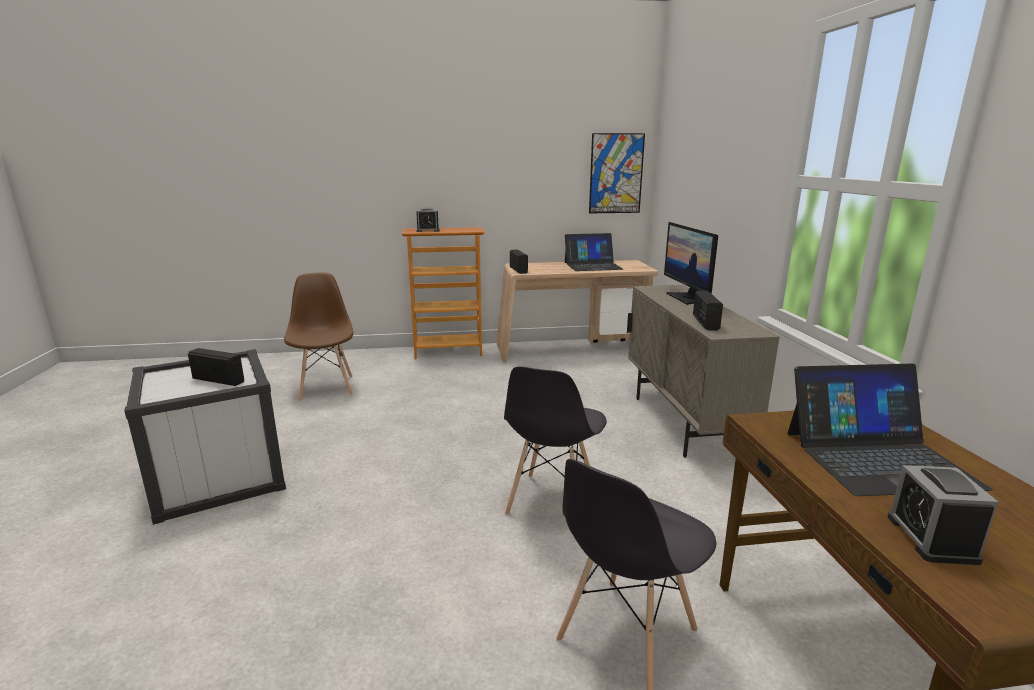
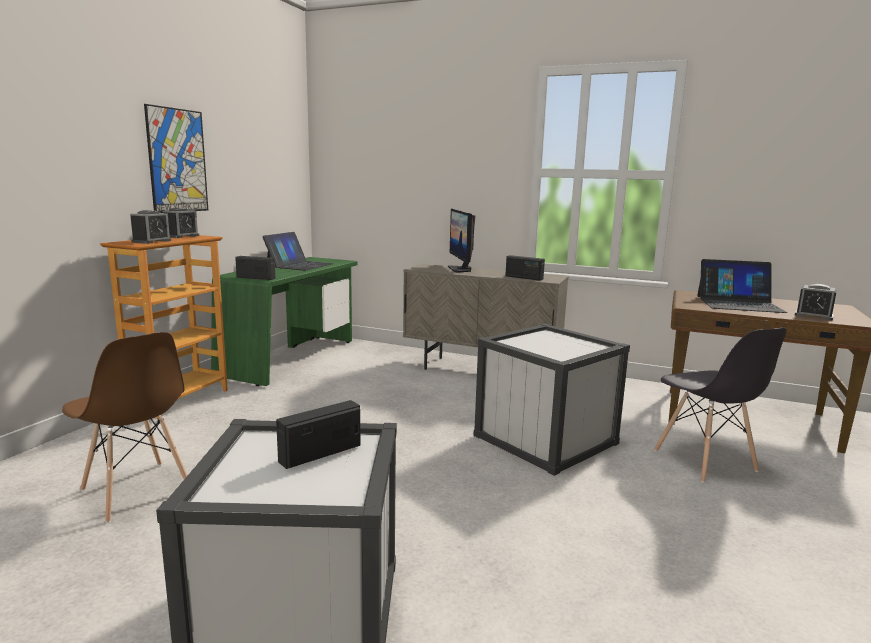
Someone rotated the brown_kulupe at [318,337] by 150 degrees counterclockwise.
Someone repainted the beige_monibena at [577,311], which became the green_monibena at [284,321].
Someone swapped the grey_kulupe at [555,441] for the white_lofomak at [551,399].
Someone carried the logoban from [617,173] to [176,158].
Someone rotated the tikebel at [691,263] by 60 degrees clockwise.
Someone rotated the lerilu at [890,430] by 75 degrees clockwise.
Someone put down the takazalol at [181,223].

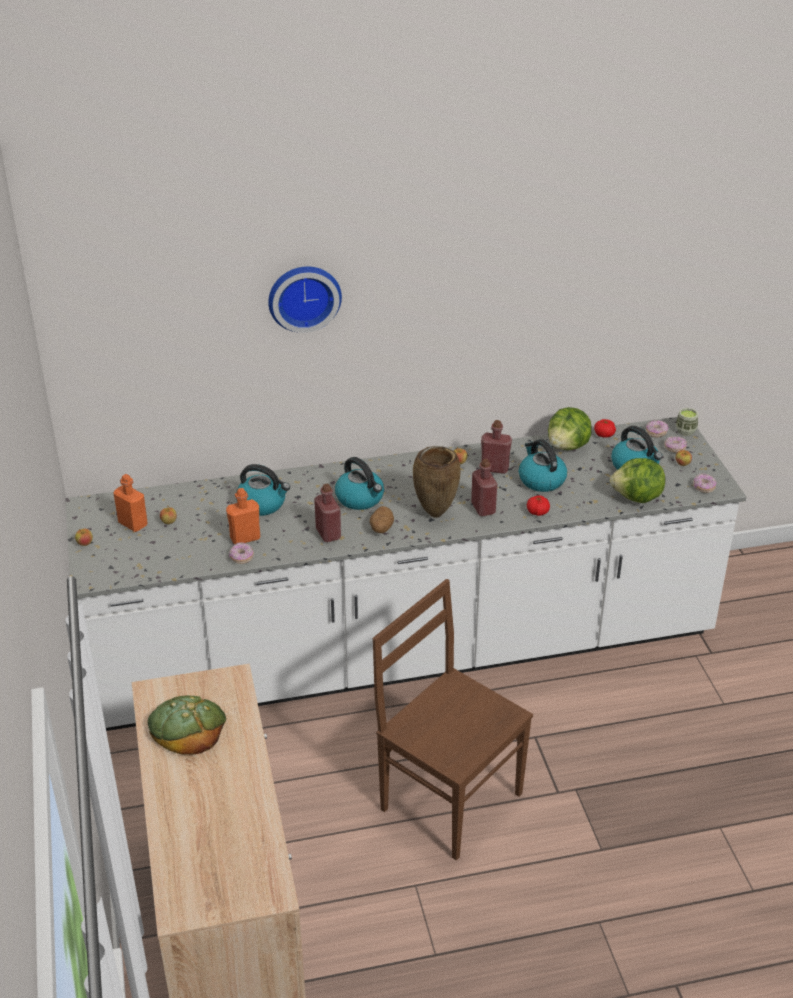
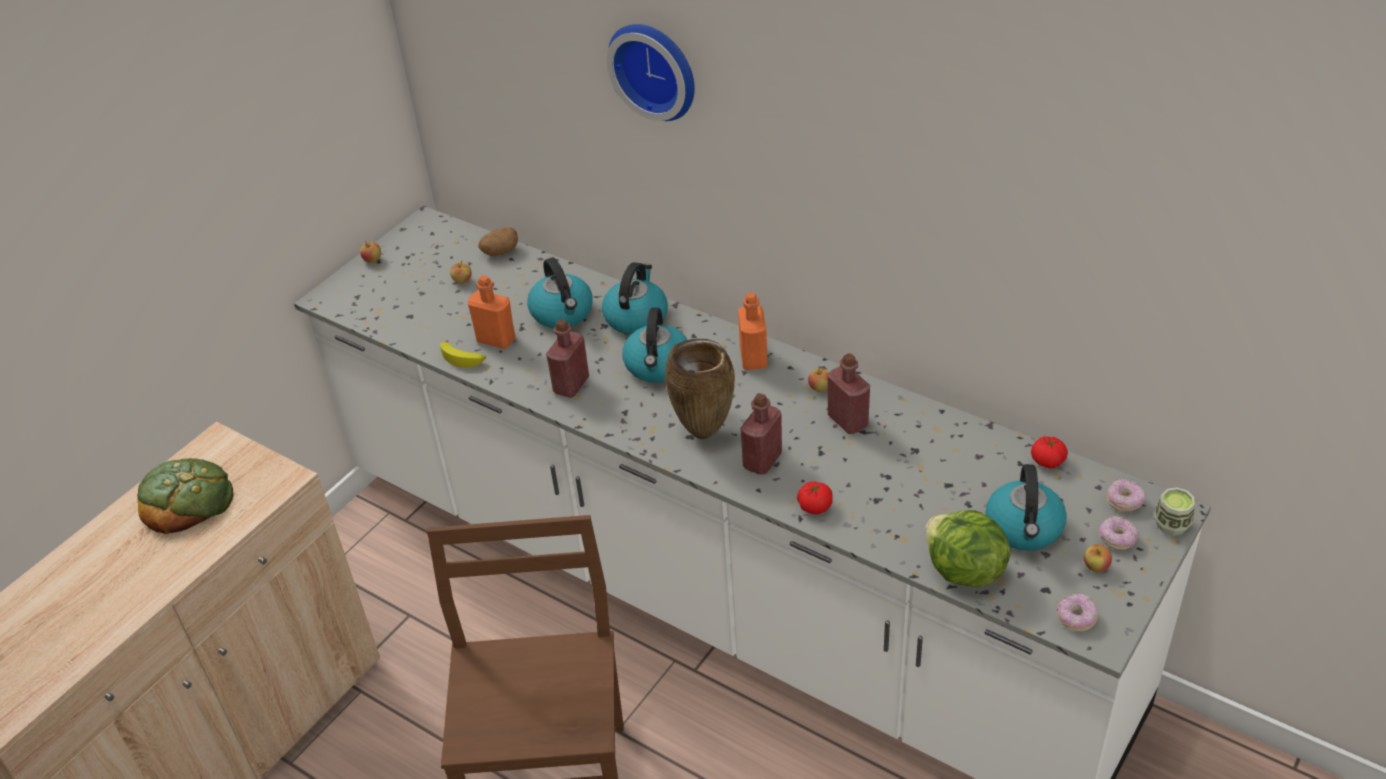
Someone carried the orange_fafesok from [130,503] to [752,331].
Someone swapped the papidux at [241,553] for the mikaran at [463,354].
Someone carried the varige from [382,519] to [498,241].
Someone carried the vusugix from [543,465] to [635,298].
Someone took away the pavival at [569,428].

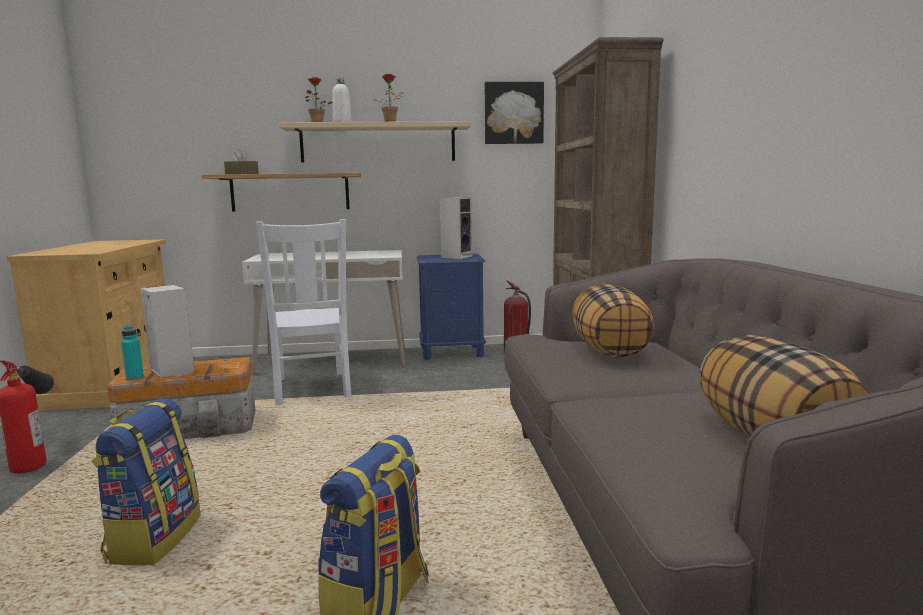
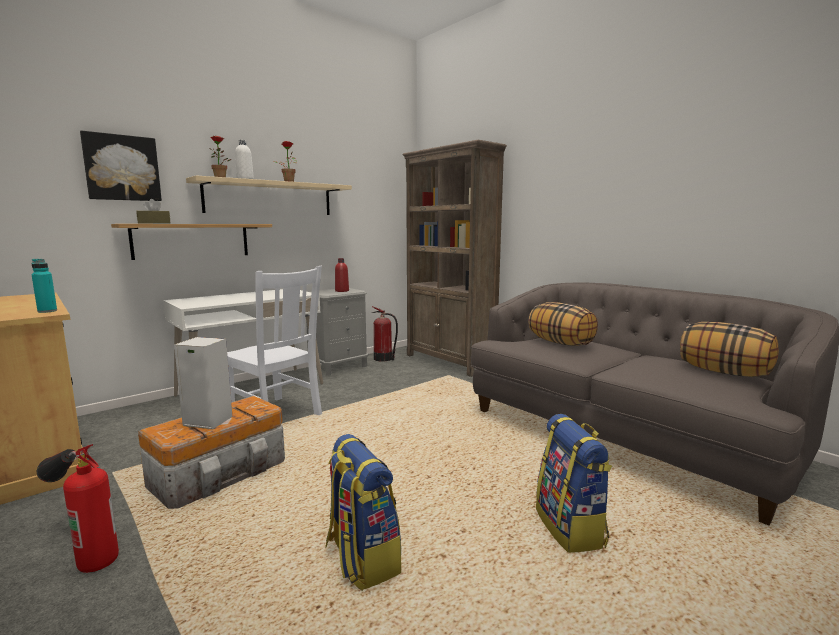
Someone carried the turquoise_fafesok from [132,353] to [44,286].
Someone repainted the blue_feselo at [451,307], which became the grey_feselo at [337,332].
Someone swapped the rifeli at [456,228] for the red_fafesok at [342,275].
Someone carried the logoban from [514,113] to [121,166].

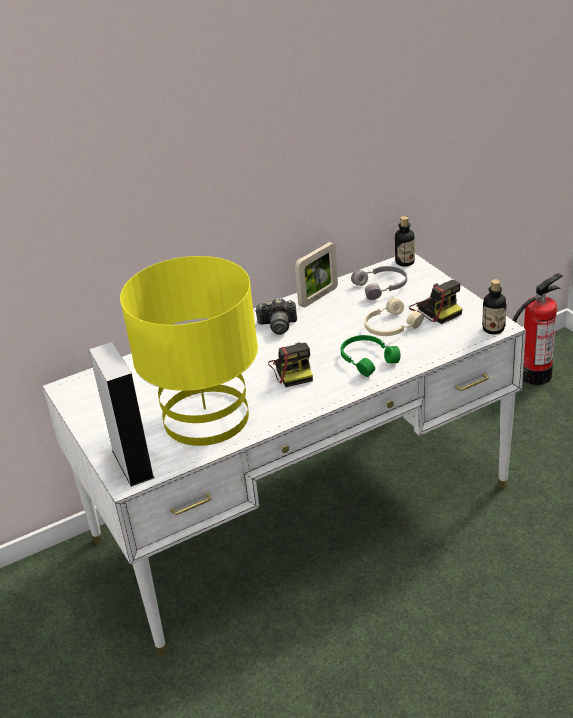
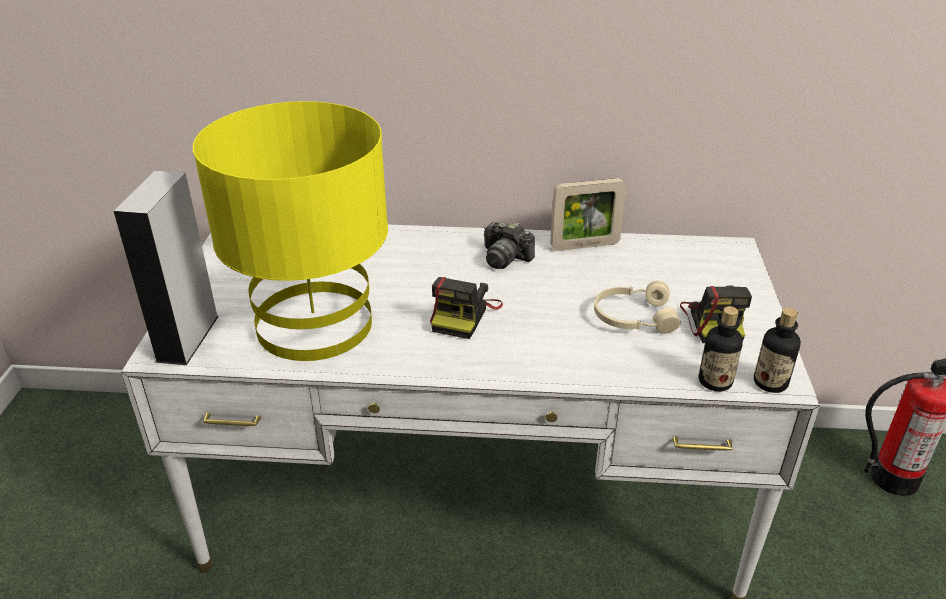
Someone took away the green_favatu at [371,356].
Someone took away the grey_favatu at [379,283].
Someone carried the fafesok from [405,241] to [721,349].

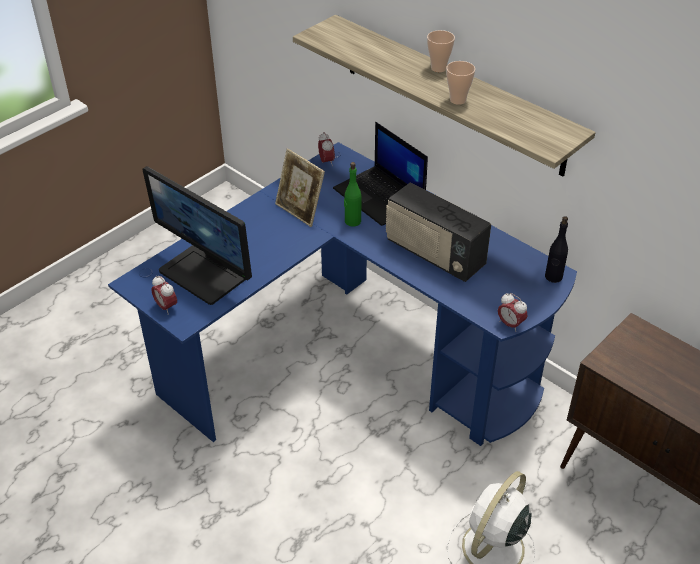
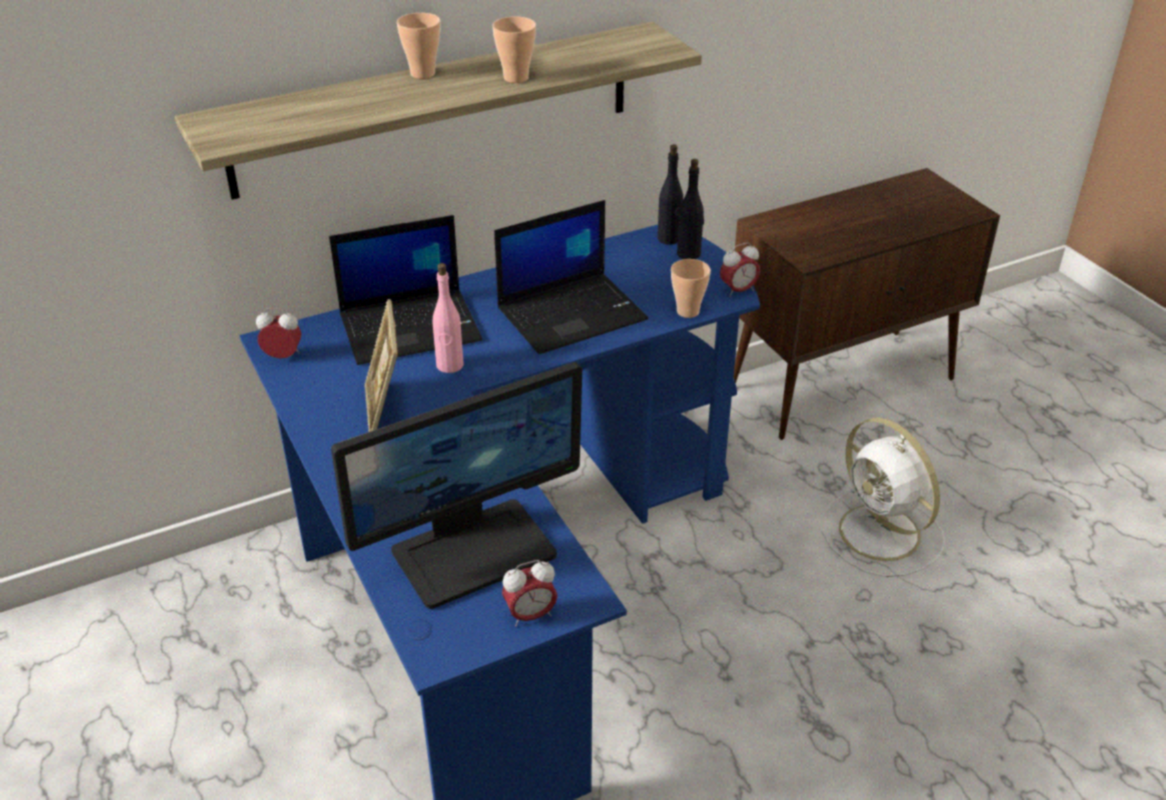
Someone rotated the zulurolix at [300,188] by 105 degrees clockwise.
Someone repainted the green_fafesok at [352,194], which became the pink_fafesok at [448,318].
Someone swapped the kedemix at [438,232] for the lerilu at [571,277].
Someone put down the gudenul at [691,288].
Someone put down the black_fafesok at [690,209].

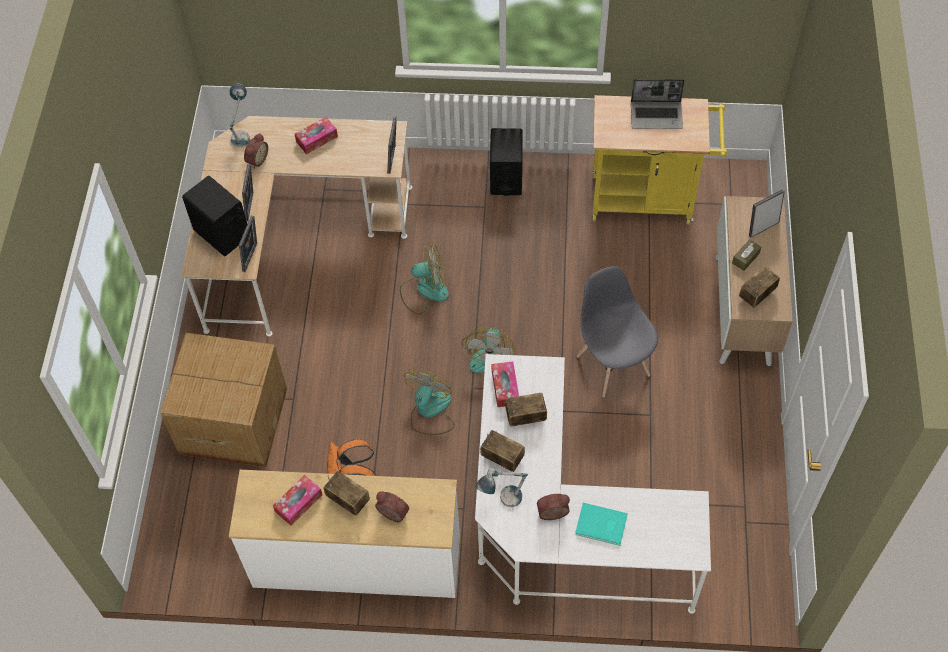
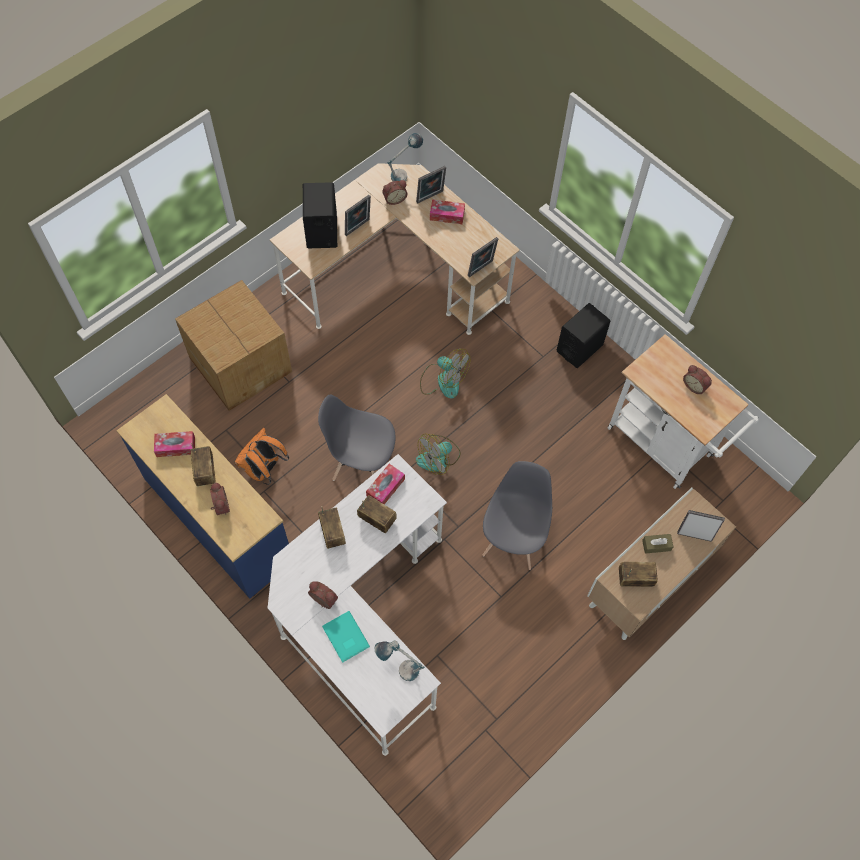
Someone repainted the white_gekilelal at [344,534], which became the blue_gekilelal at [203,496].
Someone carried the zulurolix from [248,244] to [431,185].
Someone swapped the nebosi at [429,402] for the grey_kulupe at [357,438].
Someone carried the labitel from [501,487] to [399,660].
Someone repainted the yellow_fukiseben at [659,160], which became the white_fukiseben at [683,411].
Someone swapped the lerilu at [658,104] for the takazalol at [697,379].

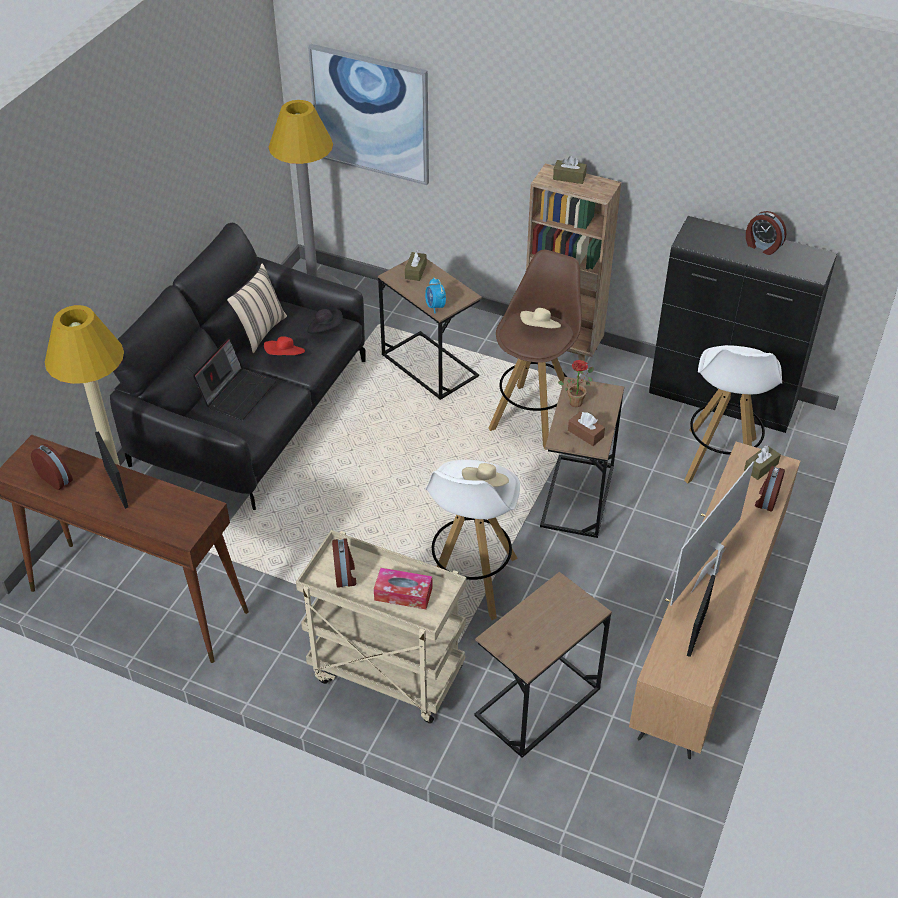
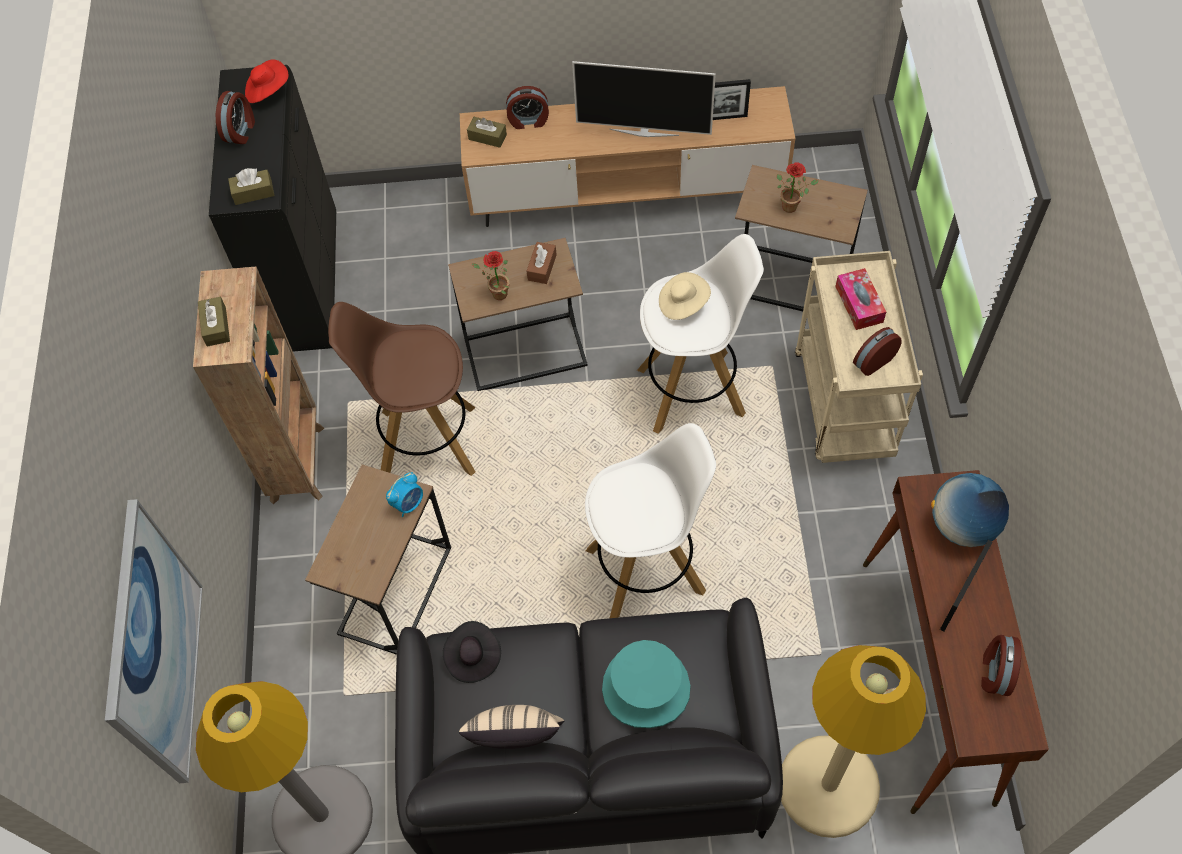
Someone swapped the lerilu at [234,378] for the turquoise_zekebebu at [646,684].
Someone carried the red_zekebebu from [284,345] to [266,81].
Someone carried the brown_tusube from [416,265] to [251,186].
Someone took away the beige_zekebebu at [540,318].
Someone carried the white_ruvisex from [733,414] to [650,520].
Someone put down the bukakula at [798,187].
Someone put down the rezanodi at [970,510].

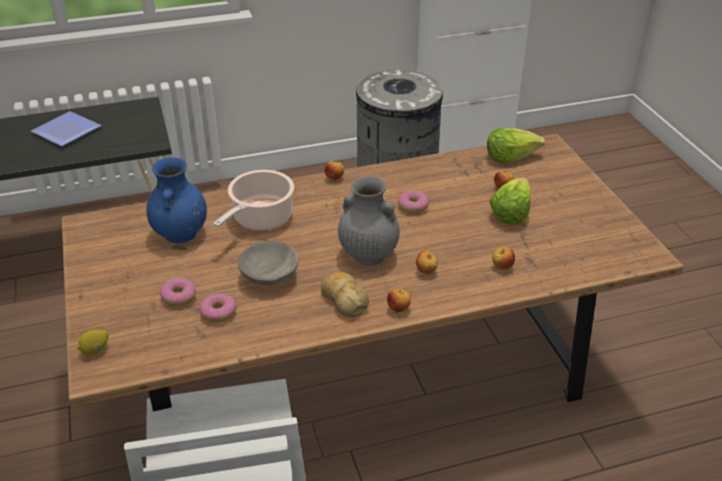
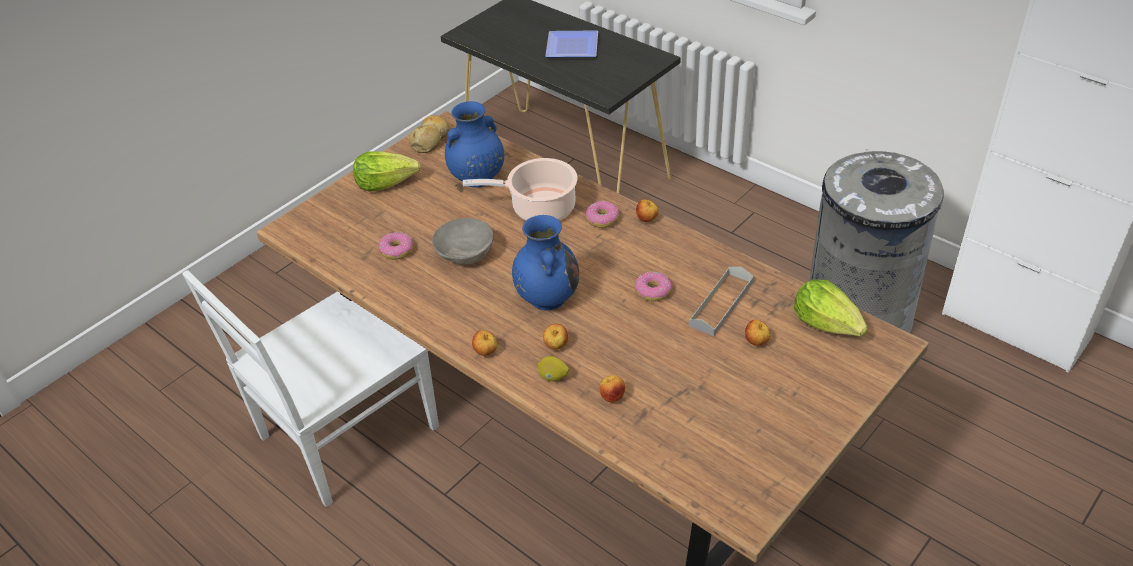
Someone carried the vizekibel from [93,342] to [553,368].
Someone carried the papidux from [178,292] to [602,214].
Someone carried the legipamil from [345,294] to [429,134].
Someone repainted the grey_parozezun at [369,220], which became the blue_parozezun at [545,262].
Someone carried the pavival from [510,201] to [387,171].
Someone put down the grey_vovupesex at [721,301].

